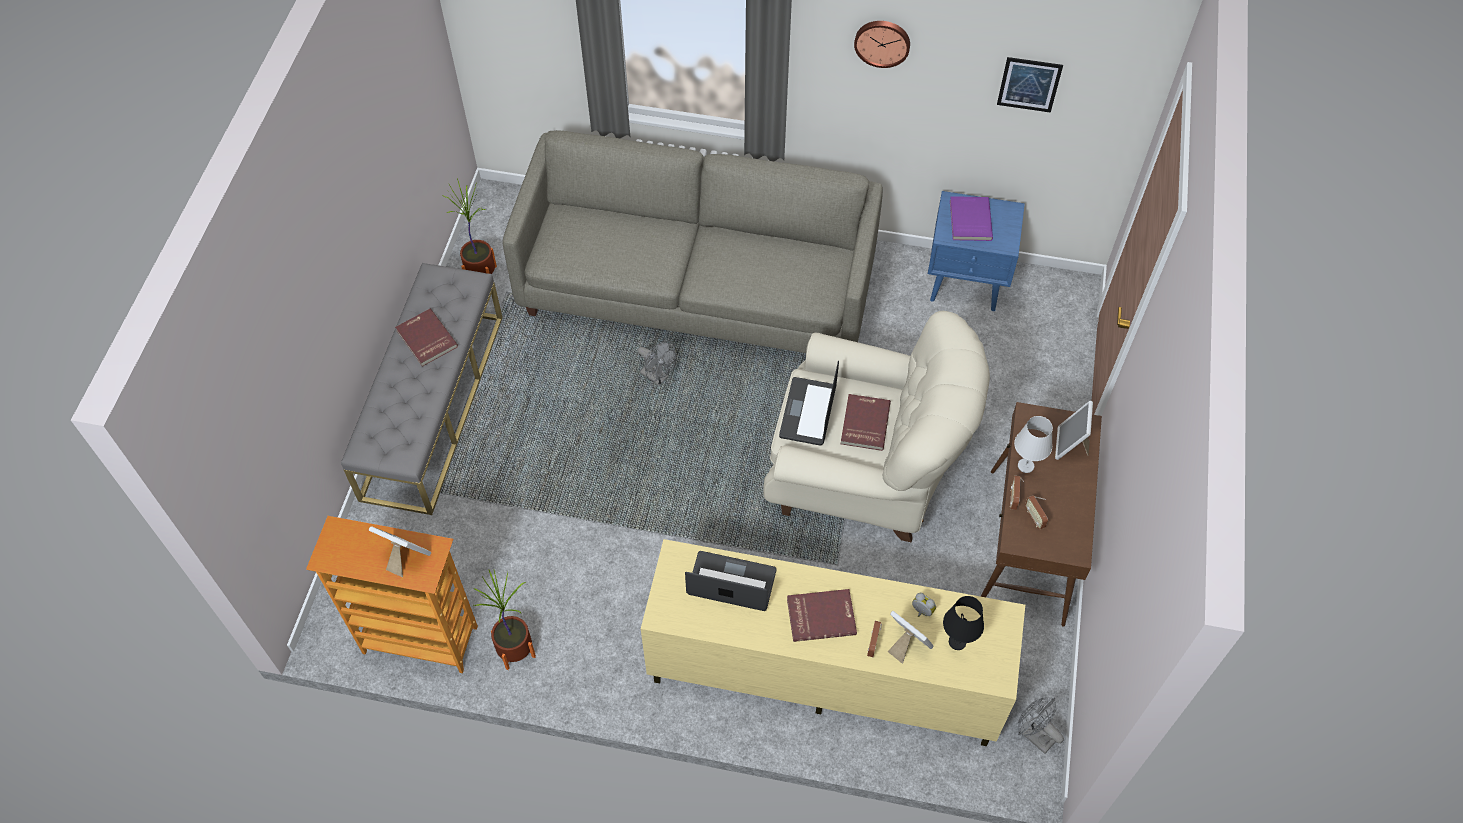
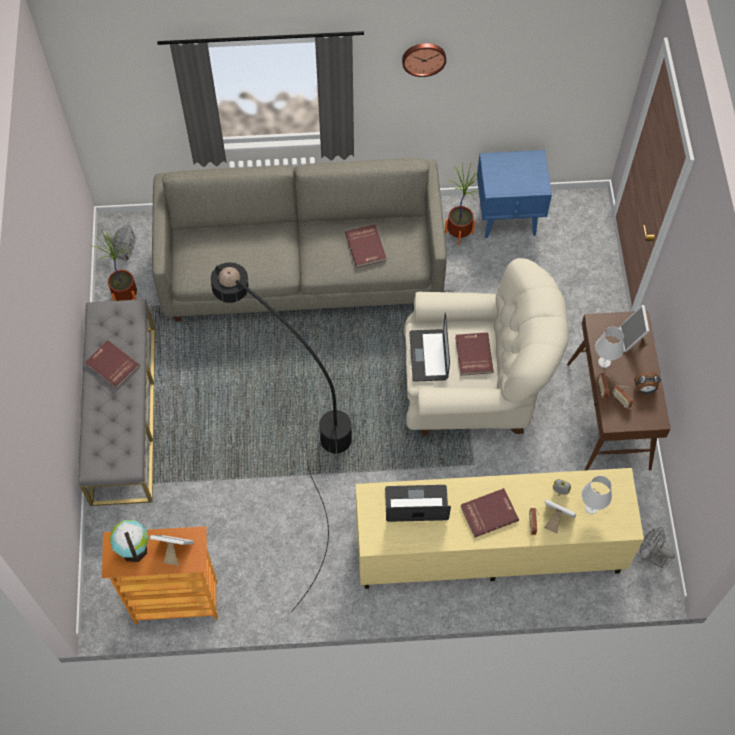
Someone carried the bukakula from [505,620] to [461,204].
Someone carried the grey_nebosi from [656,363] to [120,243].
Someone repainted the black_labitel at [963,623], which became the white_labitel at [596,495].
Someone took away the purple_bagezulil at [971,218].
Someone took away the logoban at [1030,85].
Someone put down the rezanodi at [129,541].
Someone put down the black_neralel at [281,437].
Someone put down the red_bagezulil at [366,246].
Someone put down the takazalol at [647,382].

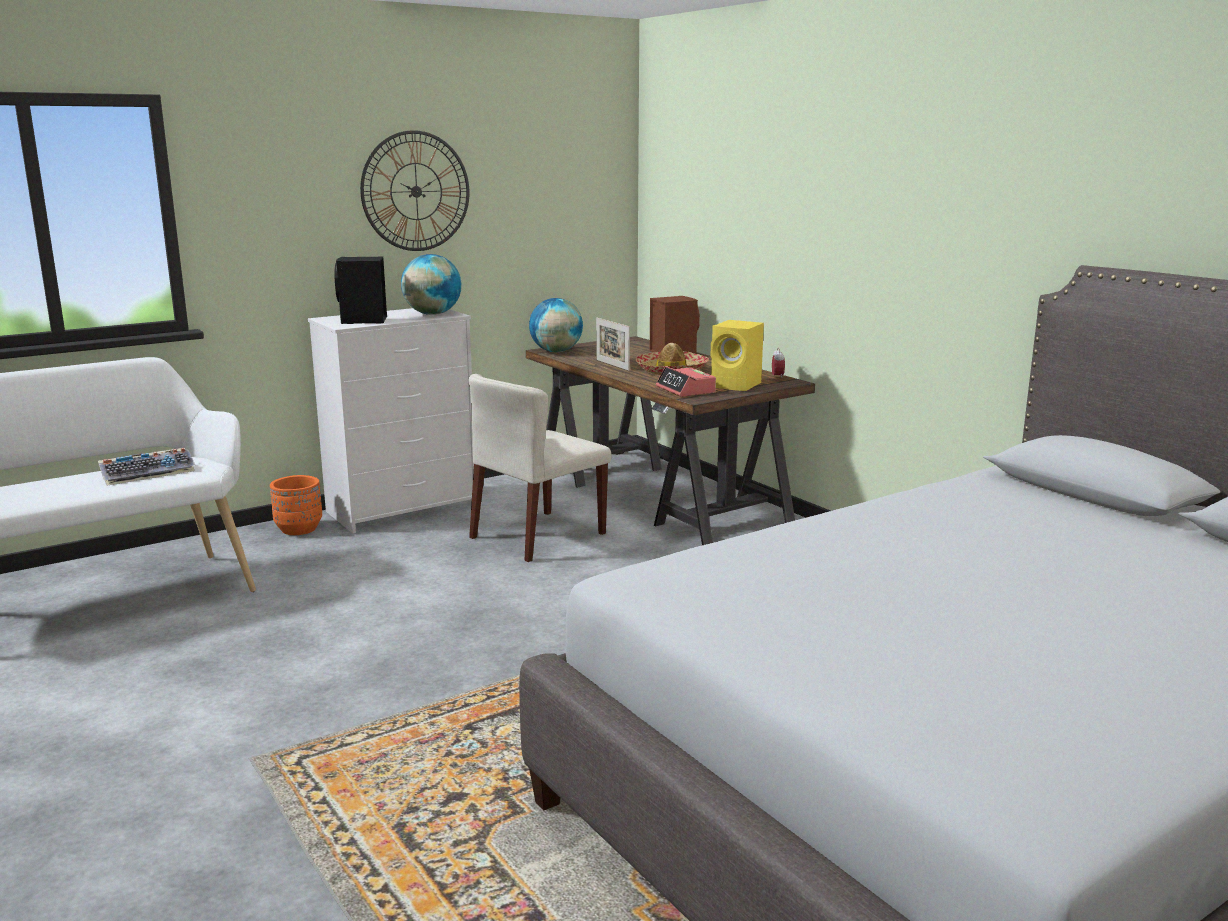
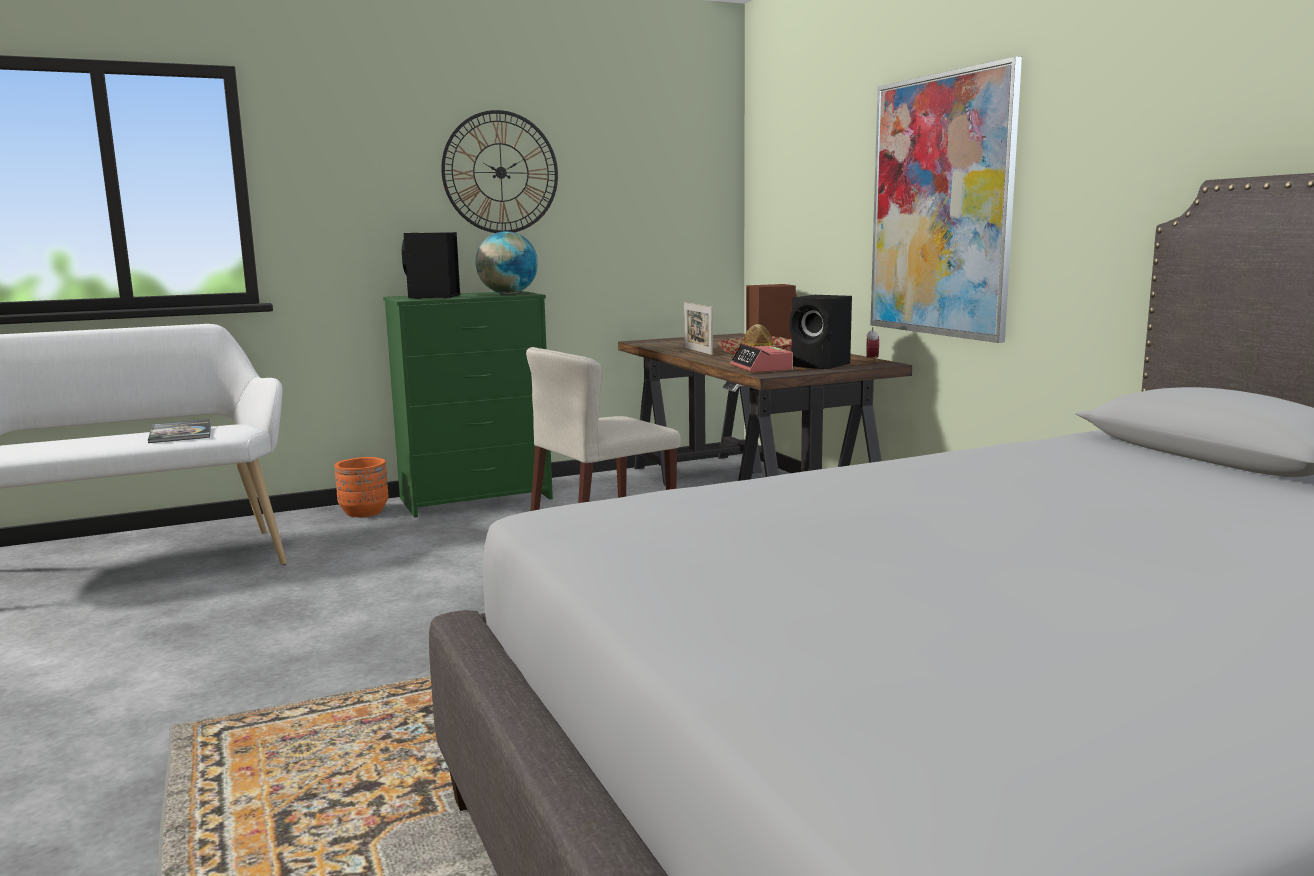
Someone swapped the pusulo at [146,467] for the bagezulil at [179,431].
Someone repainted the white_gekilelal at [391,420], which became the green_gekilelal at [468,404].
Someone took away the rezanodi at [556,325].
Someone repainted the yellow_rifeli at [737,355], which became the black_rifeli at [821,332].
Someone put up the logoban at [946,199].

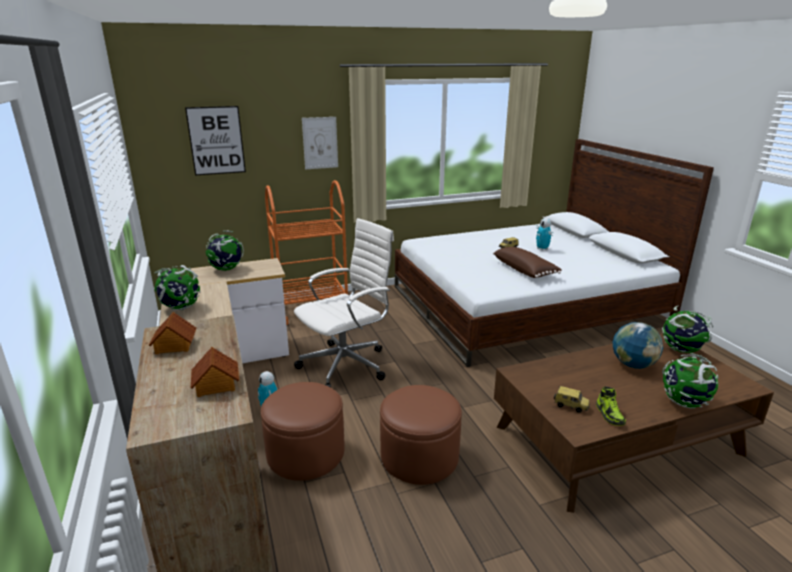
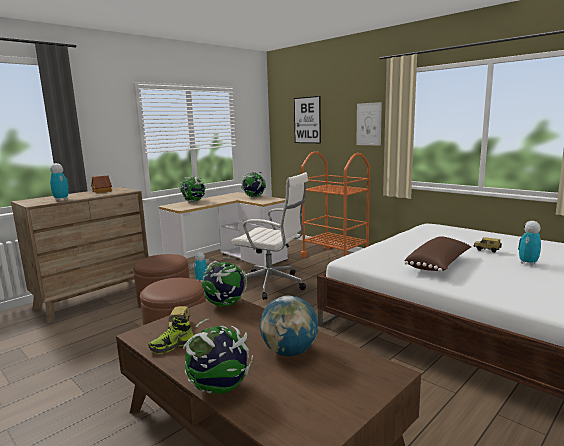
Someone swapped the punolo at [215,372] for the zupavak at [59,182].
Someone carried the rezanodi from [687,329] to [224,282].

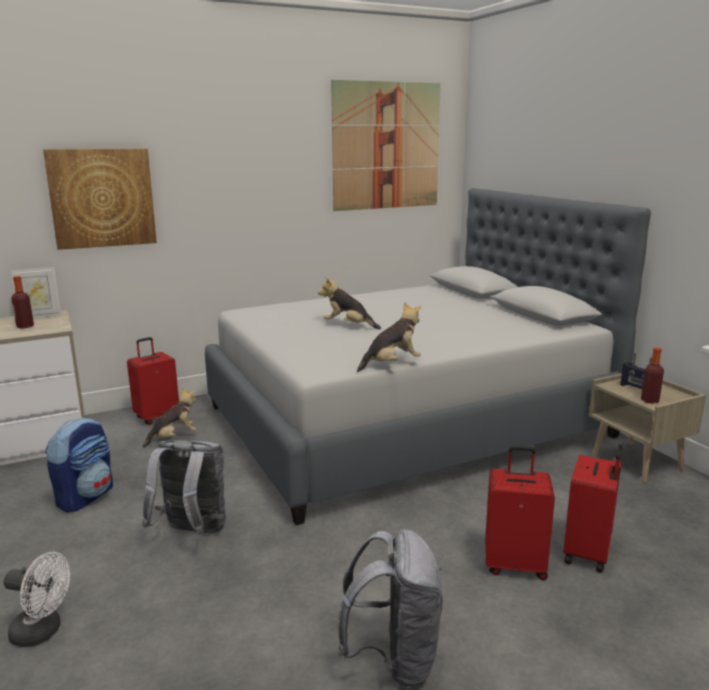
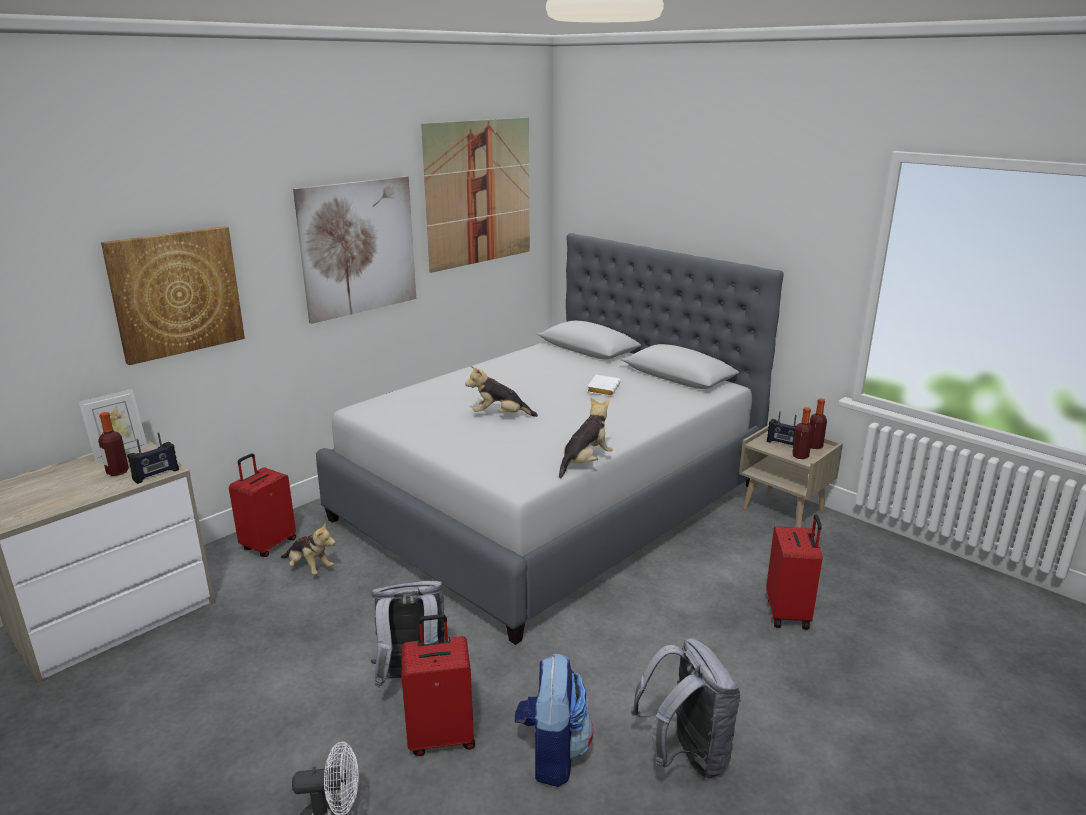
Someone carried the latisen from [79,464] to [554,720].
Someone rotated the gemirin at [170,418] by 90 degrees clockwise.
Someone carried the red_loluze from [520,513] to [438,685].
Someone put down the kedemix at [153,458].
Someone put up the logoban at [354,250].
Someone put down the white_bagezulil at [604,385].
Someone put down the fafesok at [818,424].

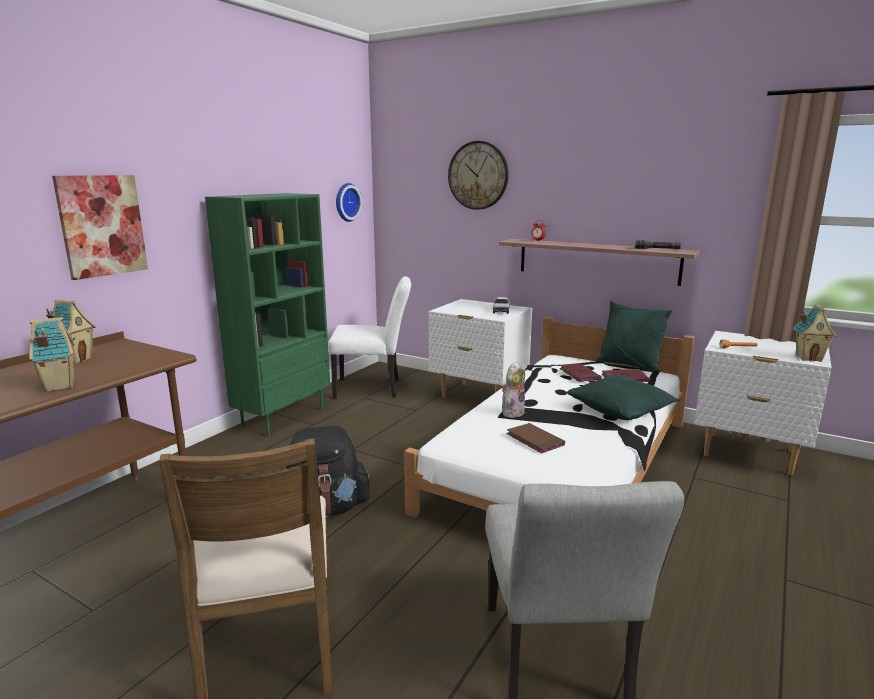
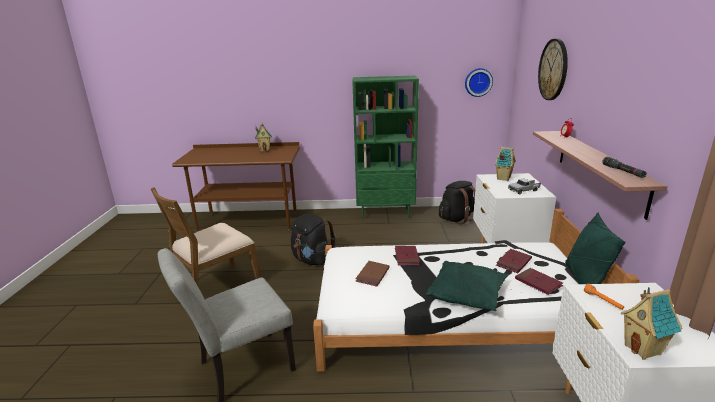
Someone carried the punolo from [51,354] to [505,164].
Someone took away the logoban at [100,227].
Someone swapped the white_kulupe at [369,337] for the black_latisen at [457,202].
Someone swapped the gemirin at [513,390] for the red_bagezulil at [407,256].

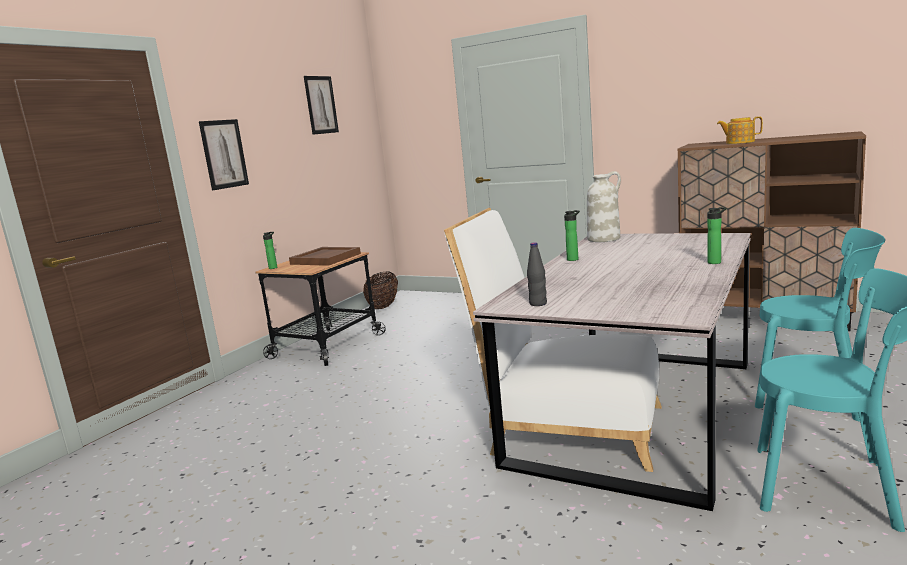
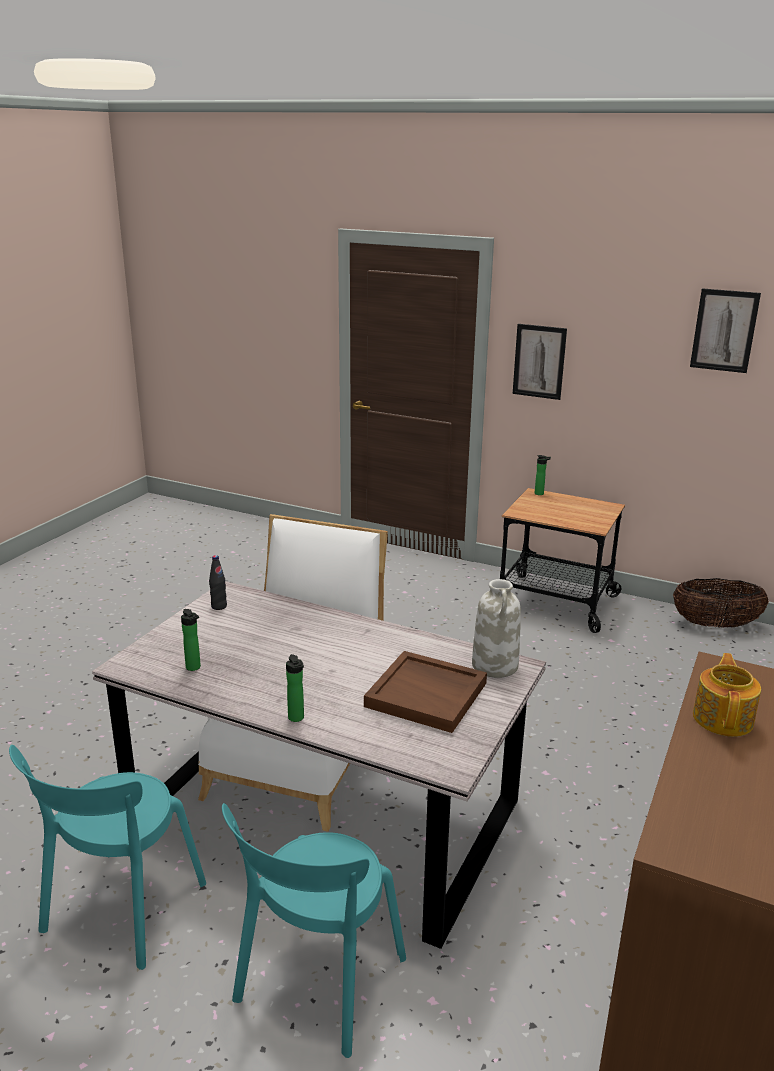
Someone carried the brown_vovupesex from [325,256] to [425,692].
Someone carried the fafesok from [572,235] to [191,640].

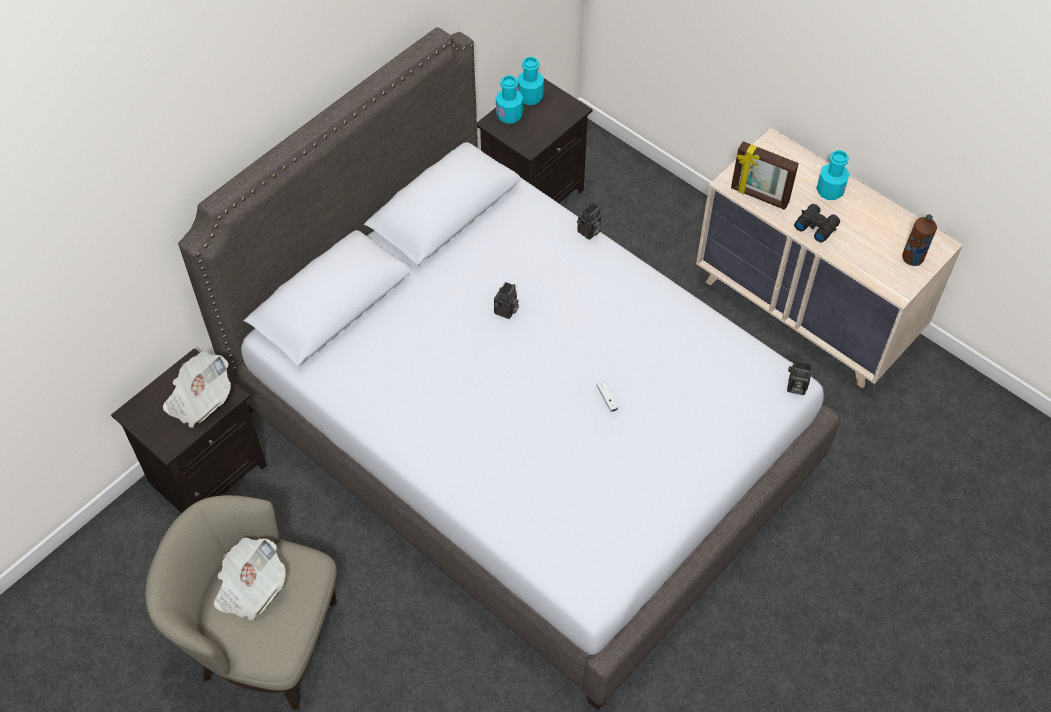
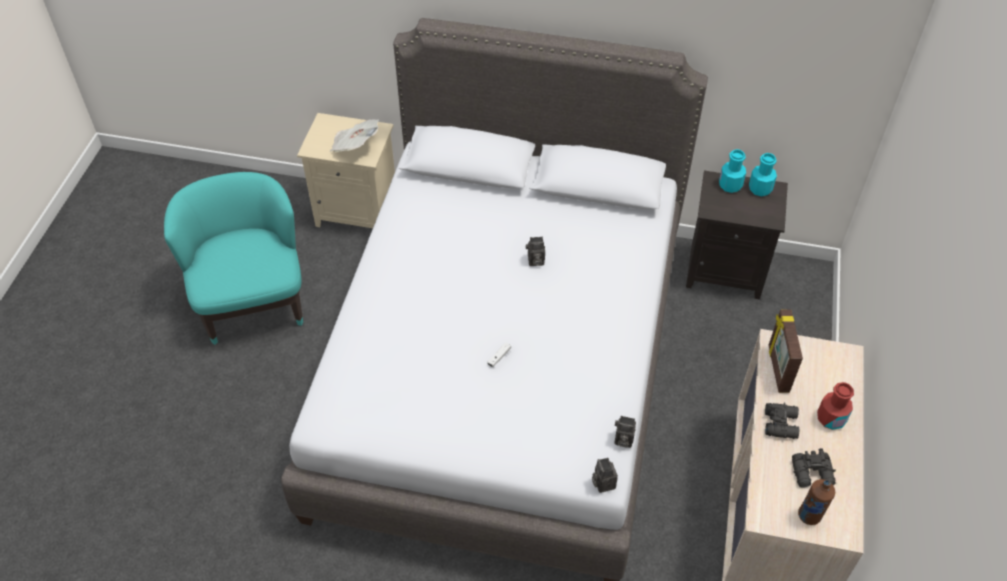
Someone repainted the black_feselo at [189,430], which became the beige_feselo at [346,170].
Someone repainted the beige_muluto at [241,602], which became the turquoise_muluto at [233,258].
Someone took away the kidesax at [250,579].
Someone carried the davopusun from [589,221] to [625,432].
Someone repainted the turquoise_fafesok at [833,175], which became the red_fafesok at [835,406].
Someone put down the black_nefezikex at [814,468].

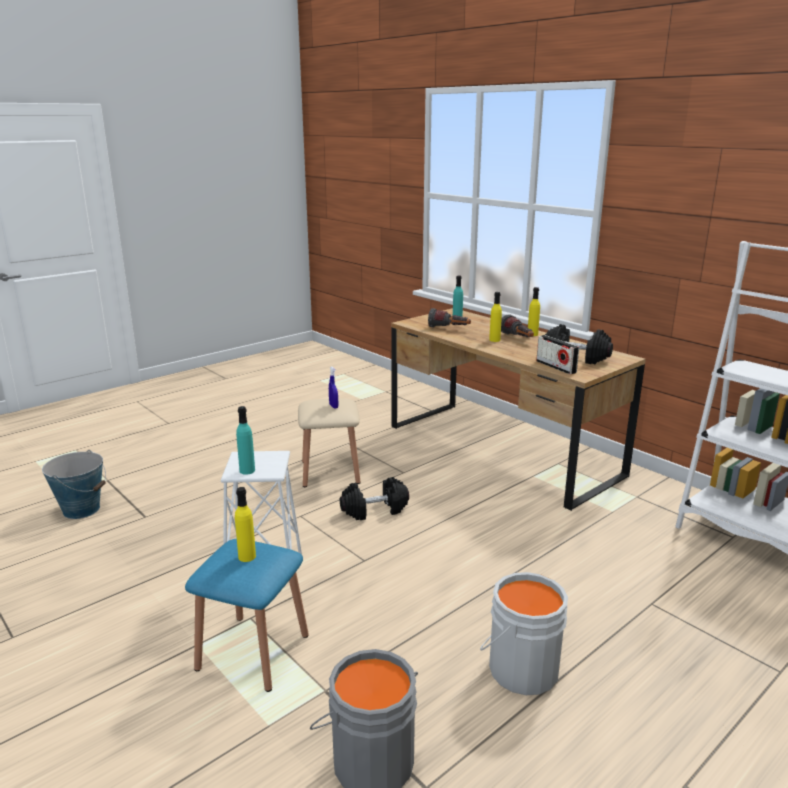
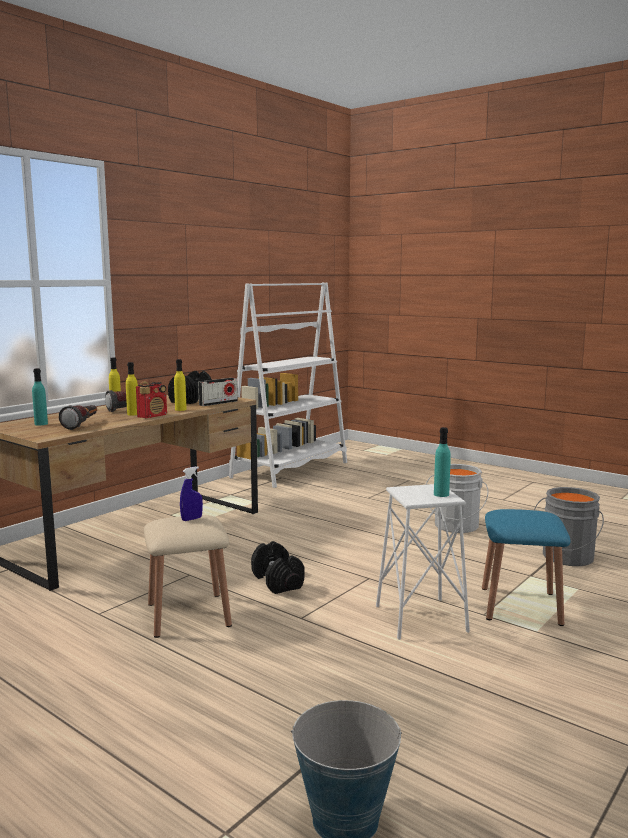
Someone carried the yellow_fafesok from [245,524] to [180,385].
Someone put down the kedemix at [151,399].

